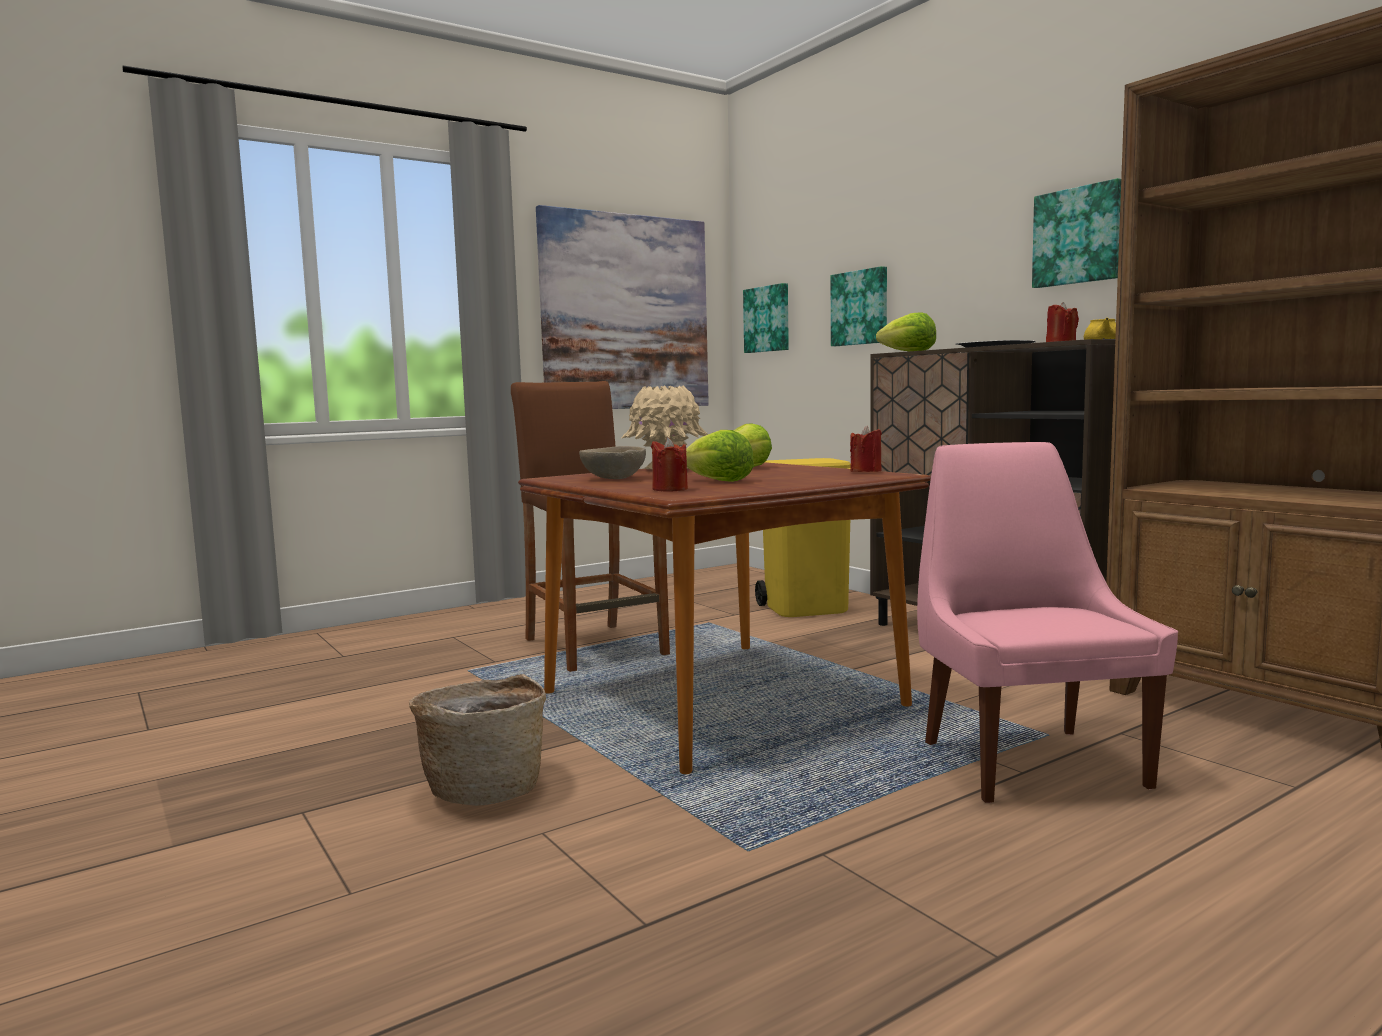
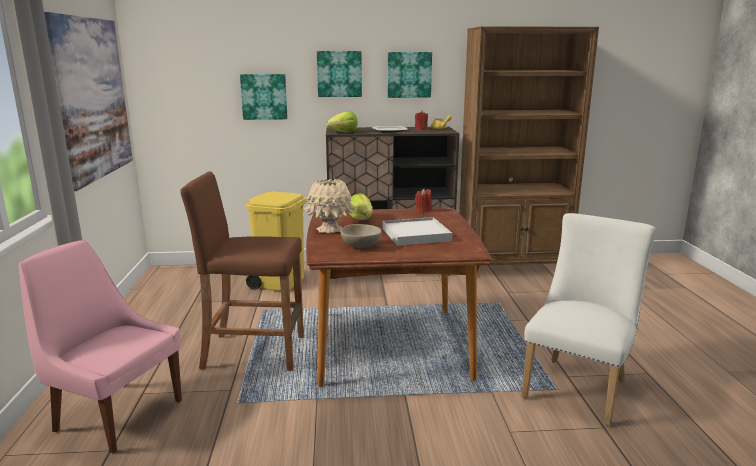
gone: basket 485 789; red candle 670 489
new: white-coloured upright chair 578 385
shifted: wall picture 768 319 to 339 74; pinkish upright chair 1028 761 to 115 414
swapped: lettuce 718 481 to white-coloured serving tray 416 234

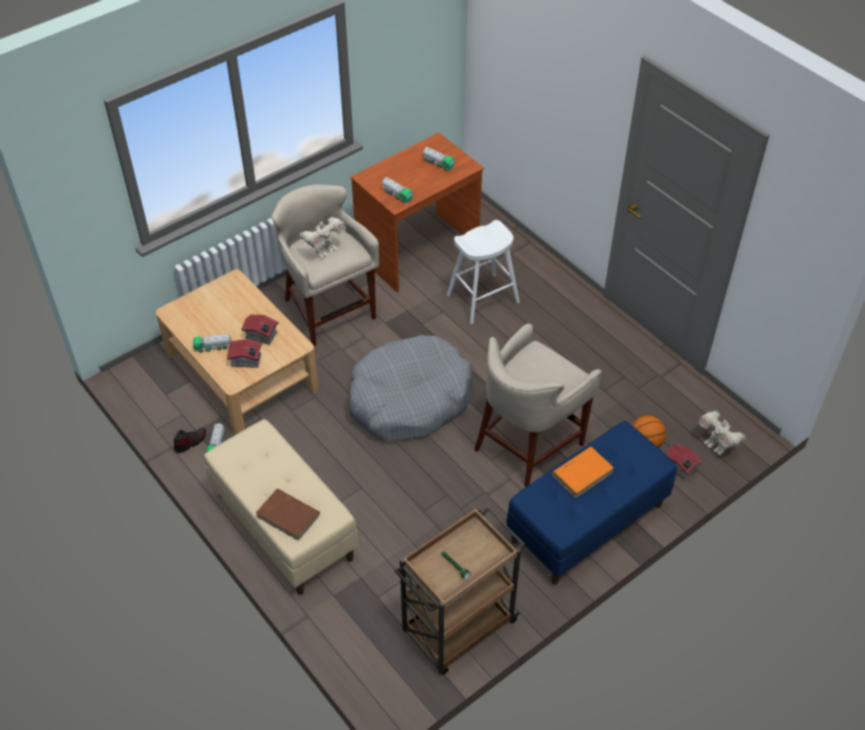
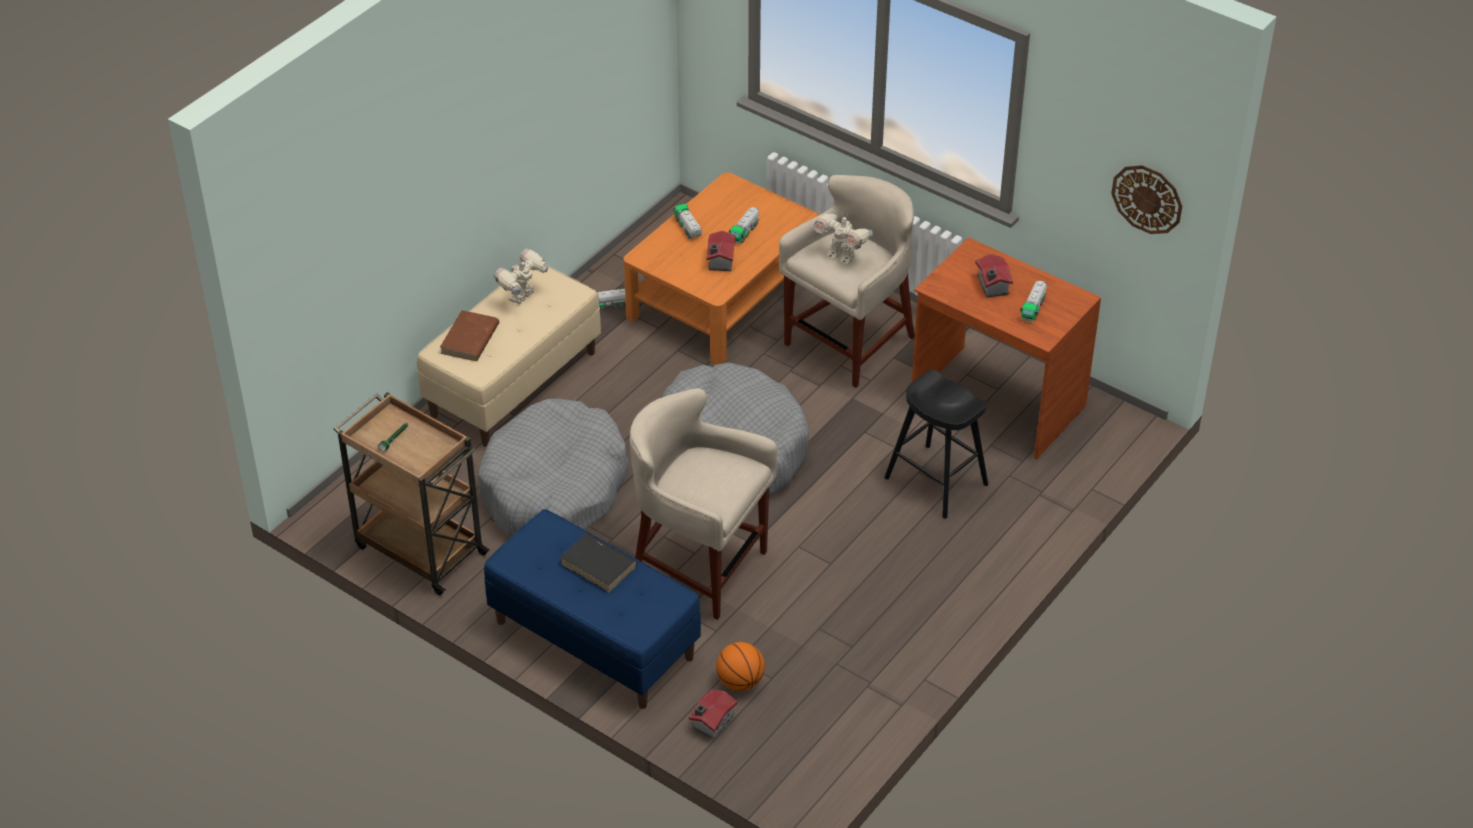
gone: item of footwear 190 442
new: grey dog cushion 554 488; clock on the wall 1147 199
shifted: miniature house 247 360 to 992 286; toy truck 397 195 to 744 232; robot figure 716 445 to 523 297
repainted: beige-coloured coffee table 242 371 to orangey coffee table 723 296; white-coloured stool seat 483 298 to black-coloured stool seat 936 481; orangey volume 583 473 to black-coloured volume 599 565

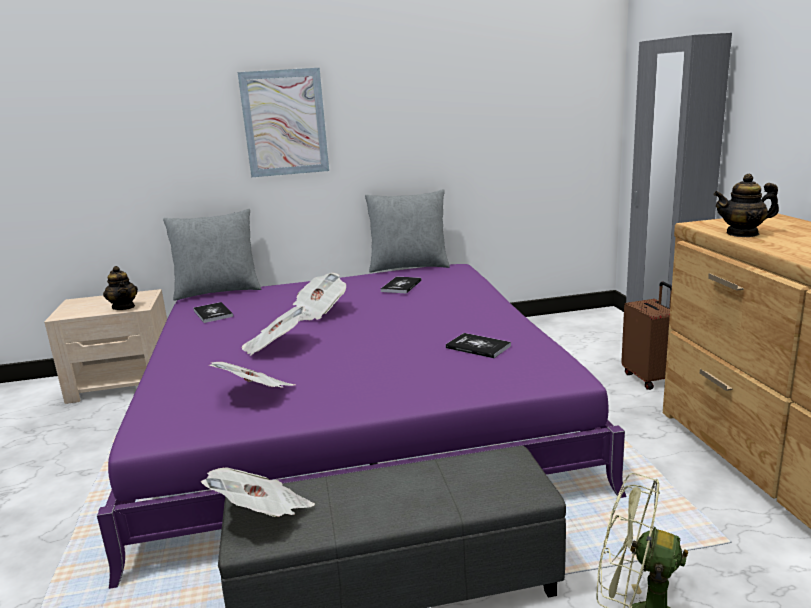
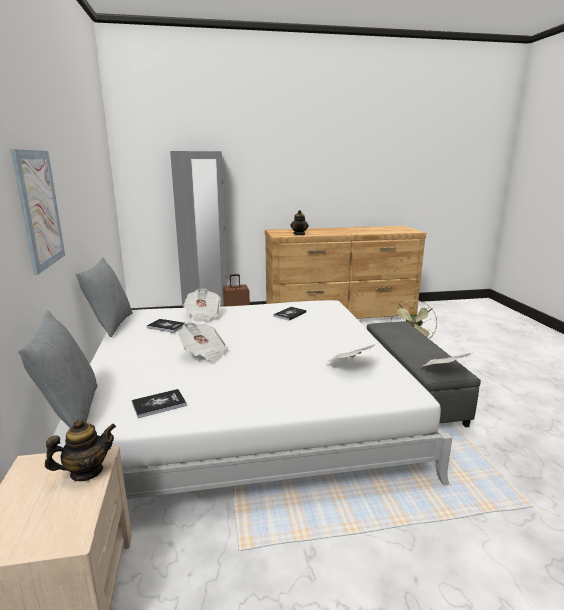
shifted: daily paper 274 347 to 202 315
repainted: purple-coloured bedroom bed 351 415 to white-coloured bedroom bed 244 407

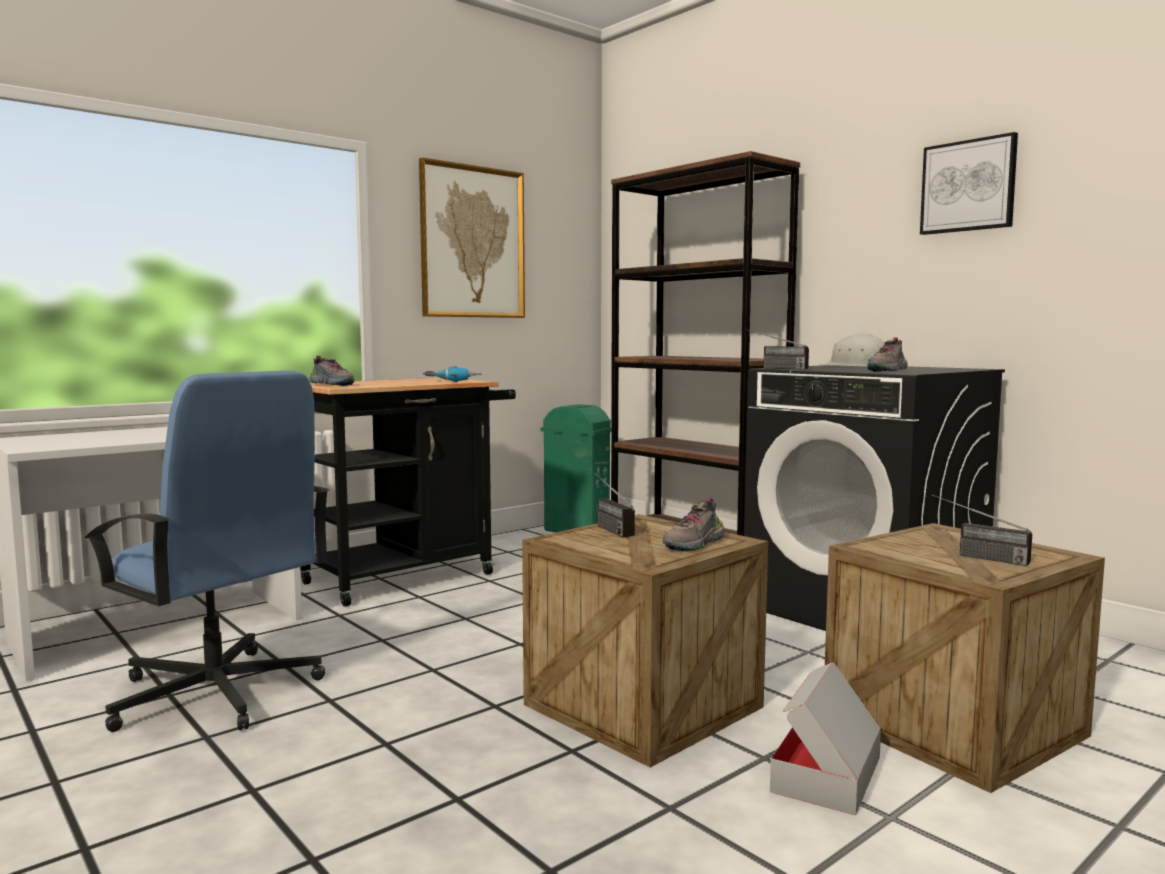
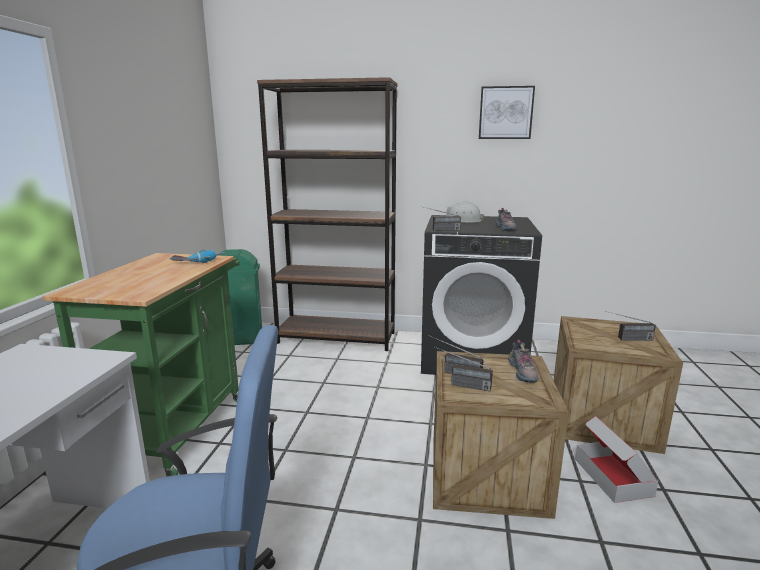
gone: item of footwear 333 384; wall picture 472 242
new: radio set 460 384
repainted: black-coloured cart 409 576 to greenish cart 179 425

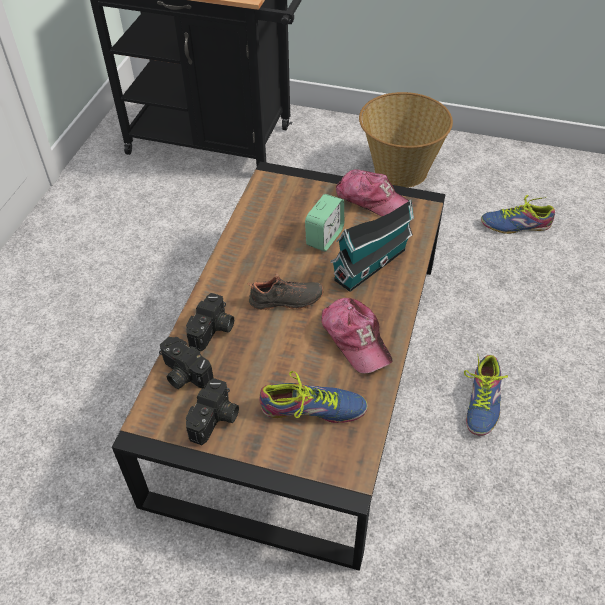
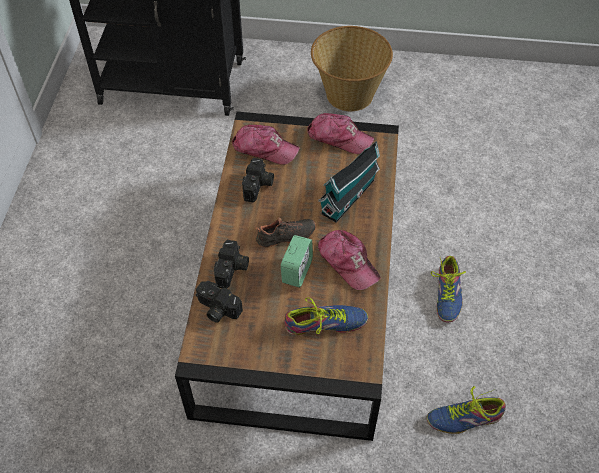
new: cap 264 148
shifted: photo camera 215 420 to 258 186; bedside clock 324 237 to 297 271; item of footwear 516 225 to 464 418

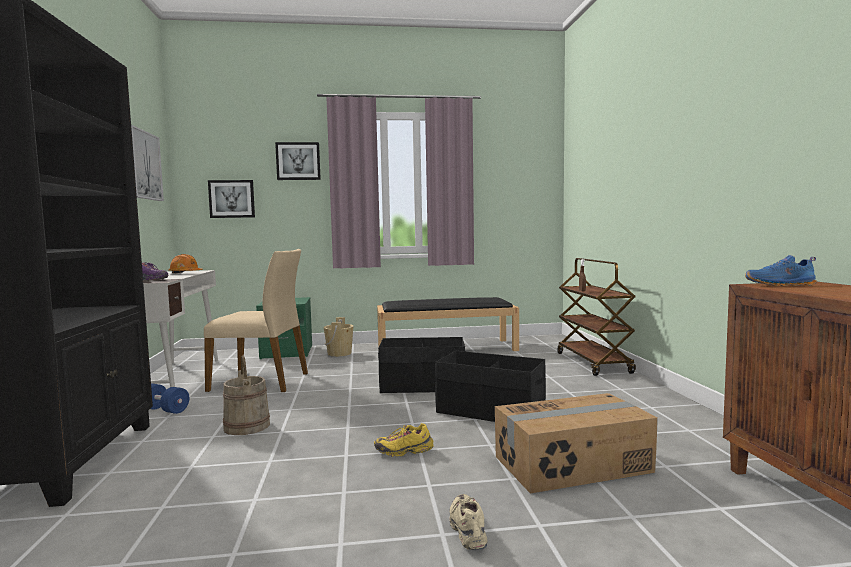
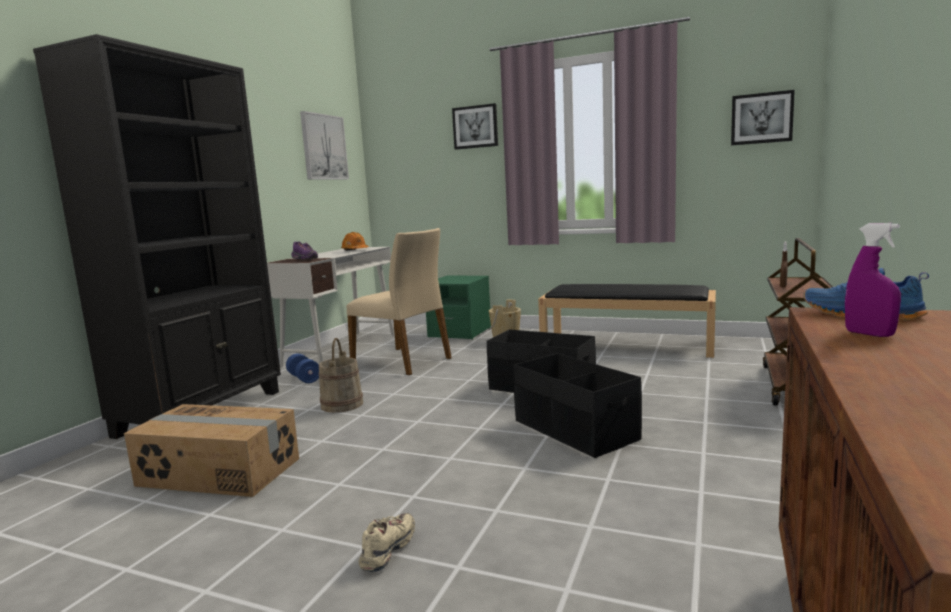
gone: yellow item of footwear 404 451
new: purple-coloured sprayer 869 334
shifted: wall picture 232 199 to 761 118; packing box 573 465 to 218 472

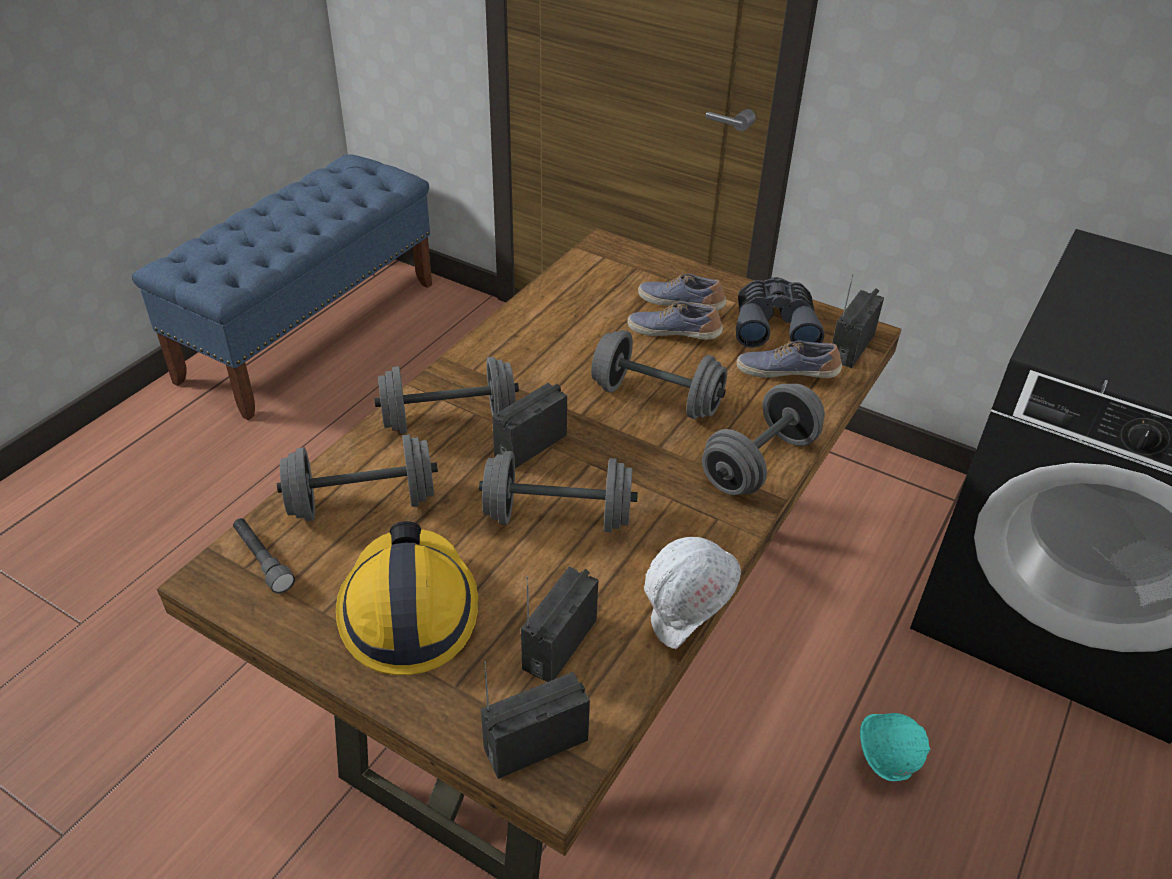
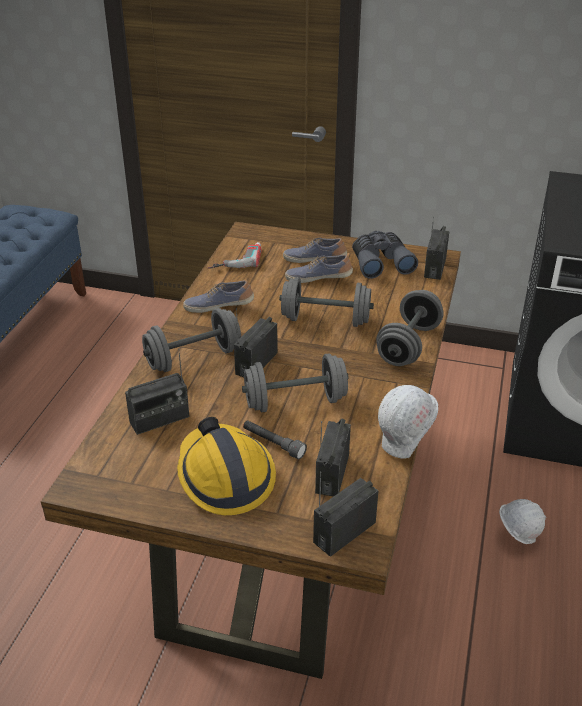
new: electric drill 236 259
shifted: grey hand torch 262 561 to 273 444; item of footwear 786 373 to 219 306
swapped: grey free weight 362 503 to radio set 159 420
repainted: blue-green safety helmet 883 764 to white-coloured safety helmet 516 538

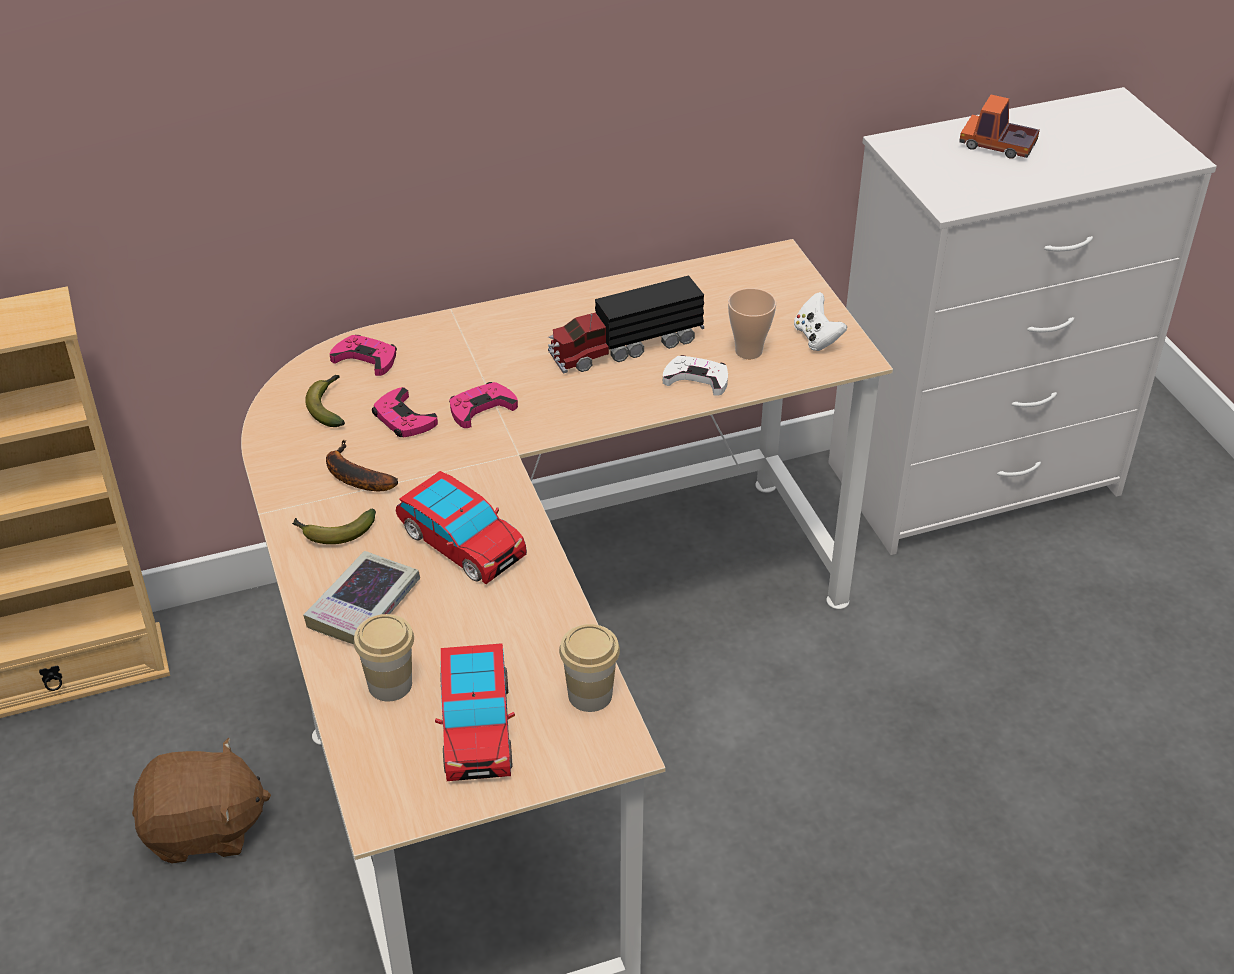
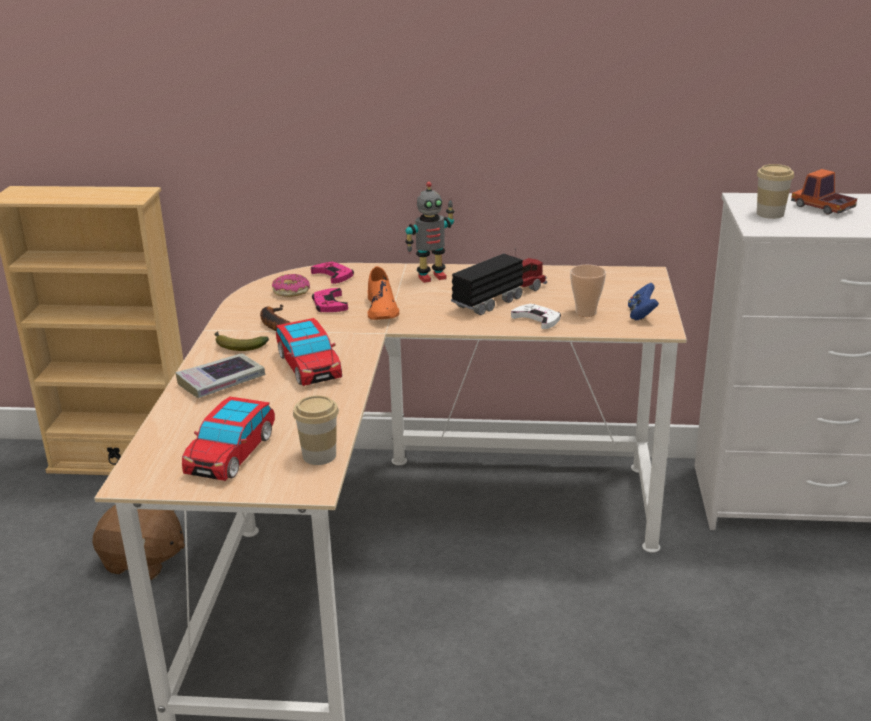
new: robot figure 431 277
shifted: drinking cup 390 684 to 770 214
swapped: whole banana 329 406 to doughnut 291 292; pinkish game controller 481 408 to orangey item of footwear 381 308
repainted: white-coloured game controller 816 338 to blue-coloured game controller 641 314
rotated: toy truck 624 346 = 501 297 135 degrees clockwise

